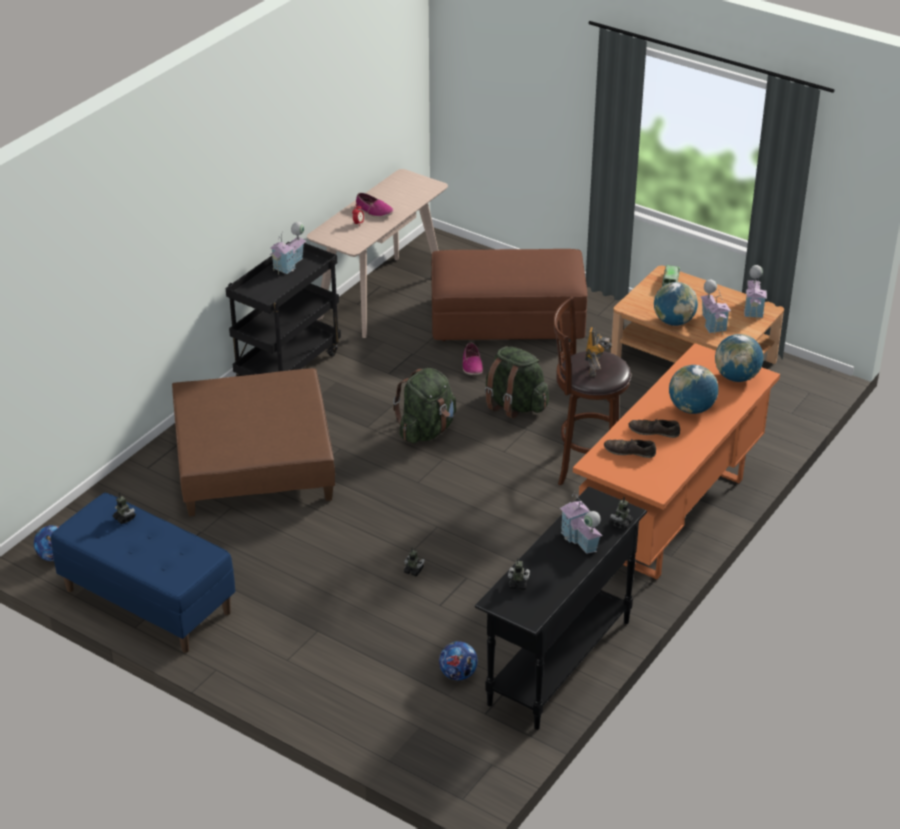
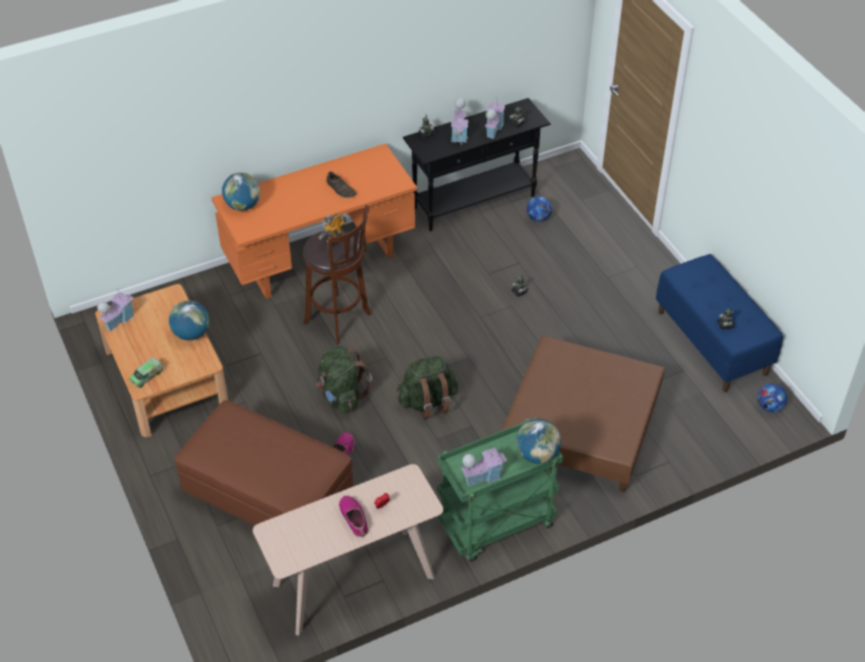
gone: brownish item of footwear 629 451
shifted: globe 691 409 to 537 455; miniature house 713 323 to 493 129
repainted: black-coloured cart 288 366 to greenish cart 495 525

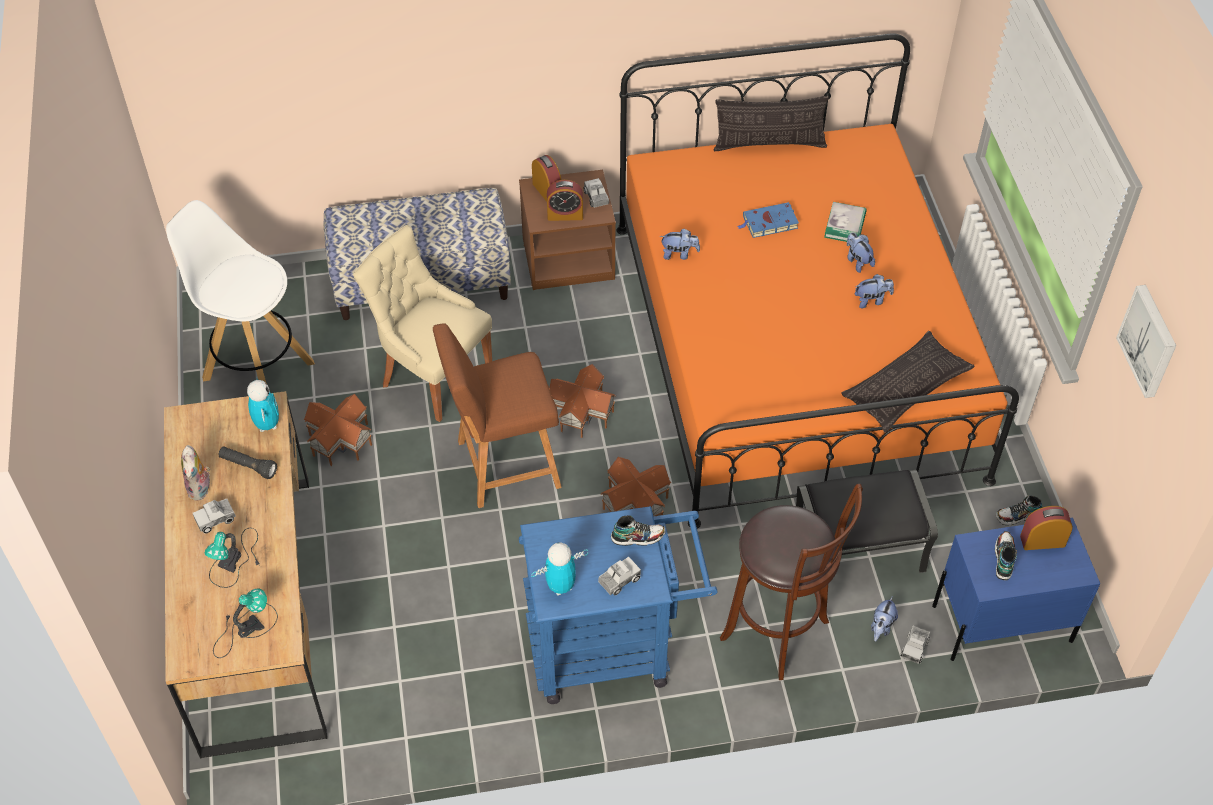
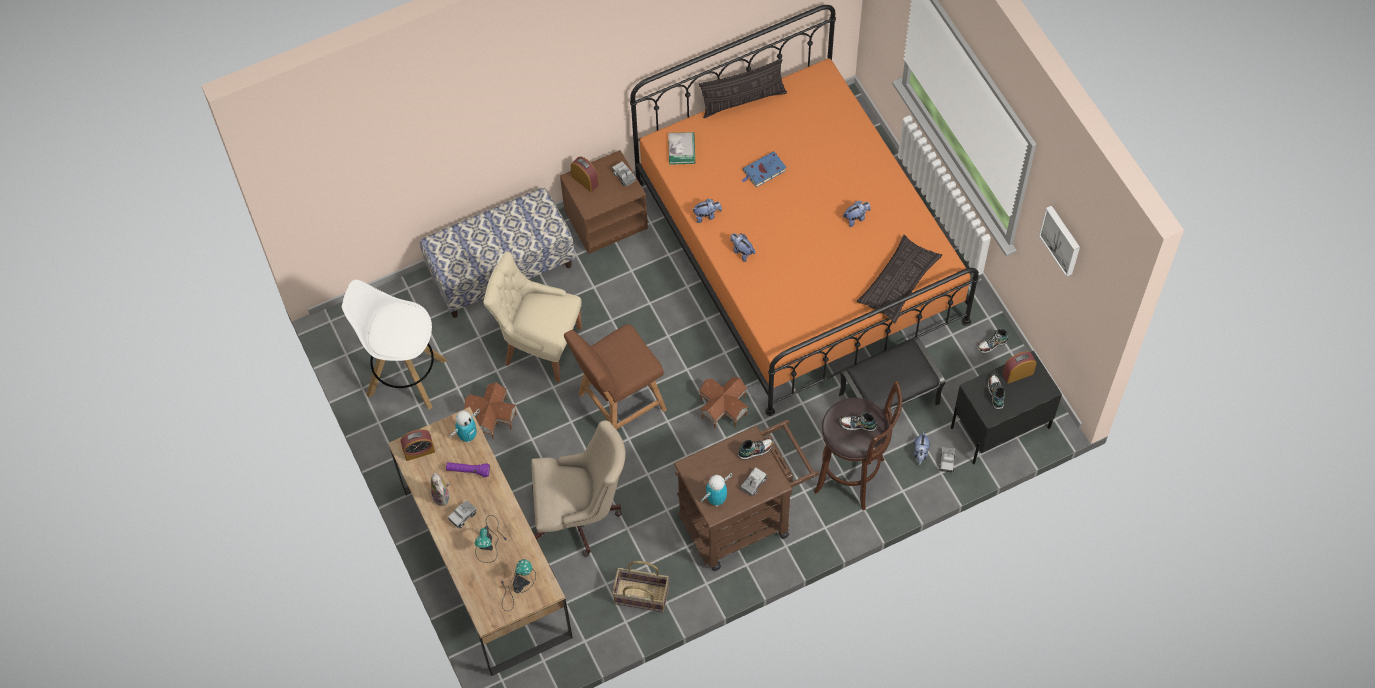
gone: miniature house 583 411
new: beige-coloured office chair 580 515; basket 641 596; item of footwear 858 425
shifted: bedside clock 565 214 to 419 451; volume 845 224 to 681 149; soft toy 857 261 to 741 251
repainted: black-coloured hand torch 248 466 to purple-coloured hand torch 468 471; blue-coloured cart 612 648 to brownish cart 743 519; blue-coloured bedside table 1001 623 to black-coloured bedside table 999 427
rotated: robot figure 267 424 = 468 436 75 degrees clockwise

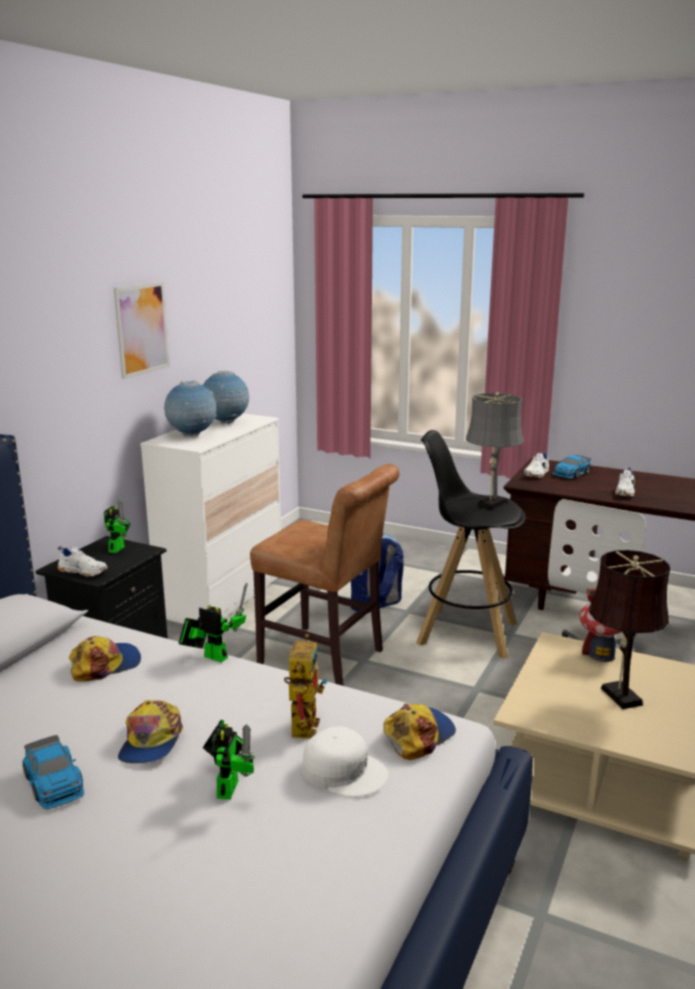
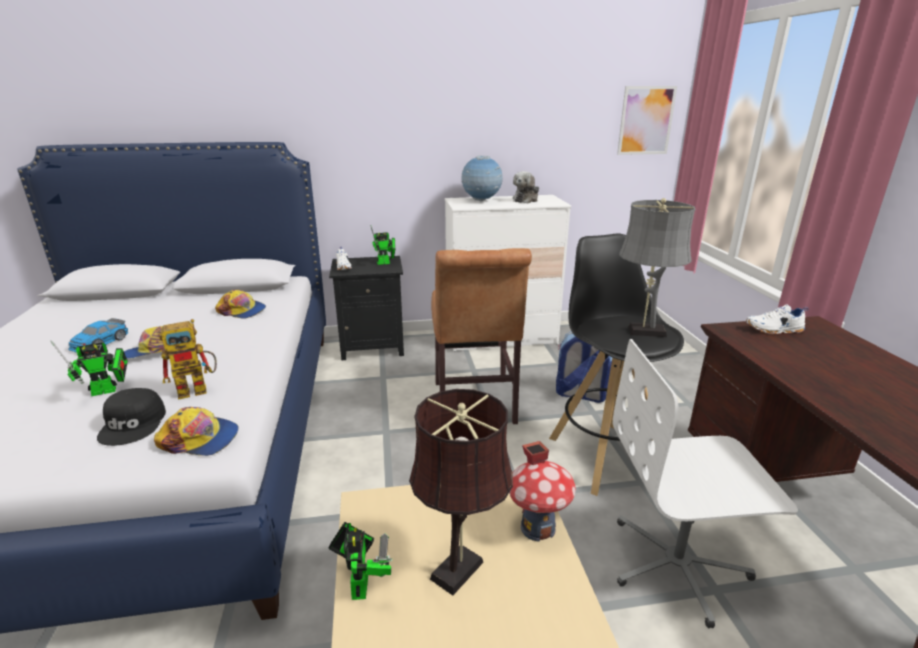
gone: miniature car 571 473; white-coloured item of footwear 625 492
shifted: wall picture 142 329 to 646 120; robot figure 212 656 to 360 582
swapped: globe 226 423 to soft toy 526 200
repainted: white-coloured cap 344 770 to black-coloured cap 134 424

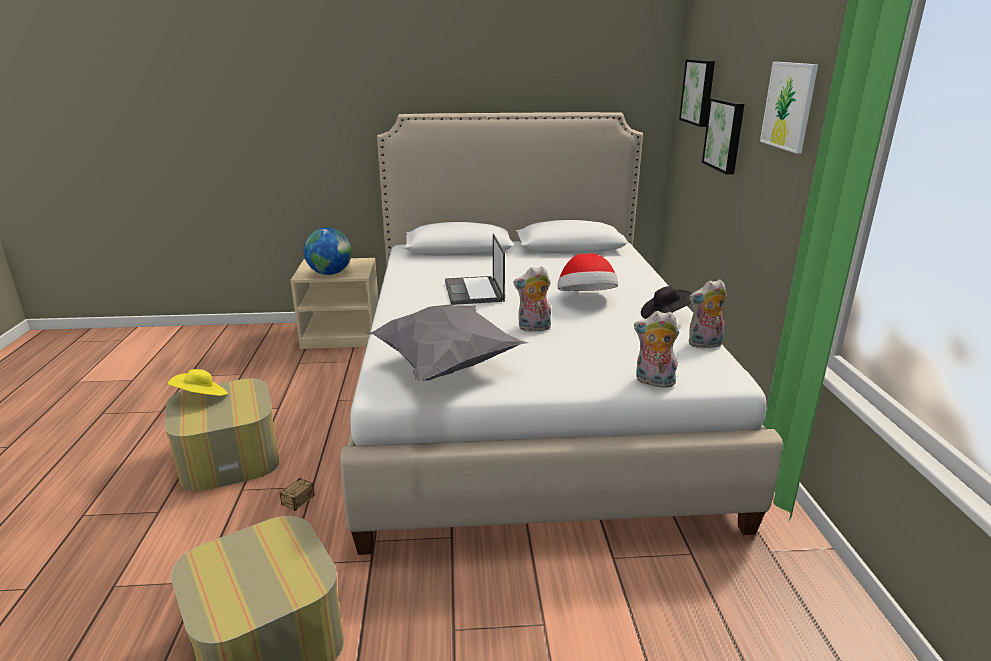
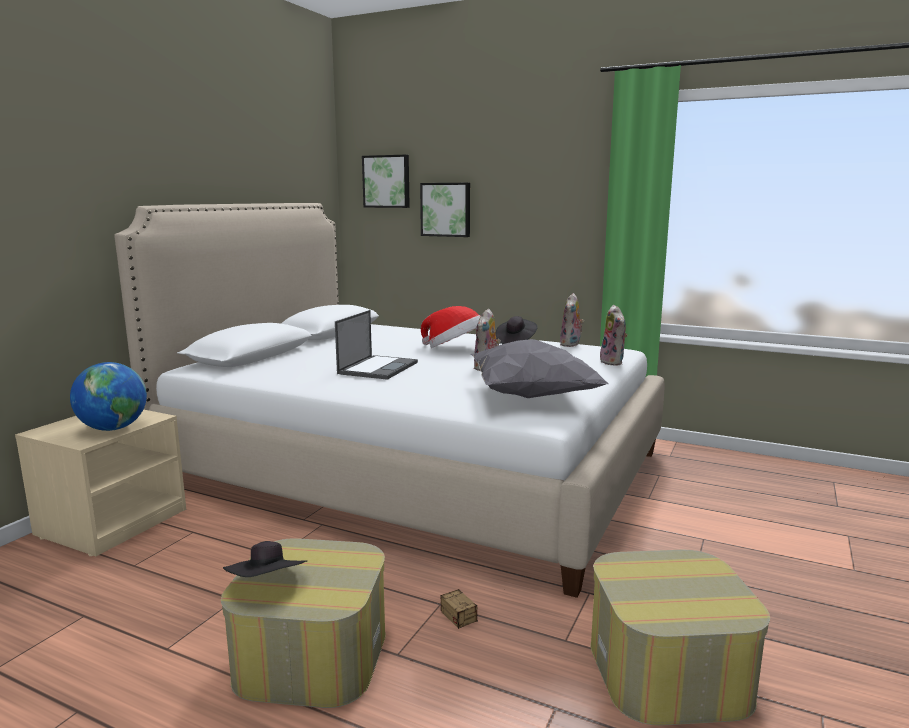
gone: wall picture 789 106
repainted: yellow hat 201 397 to black-coloured hat 268 585
rotated: portable computer 474 291 = 378 368 90 degrees counterclockwise; soft toy 653 382 = 613 362 60 degrees counterclockwise

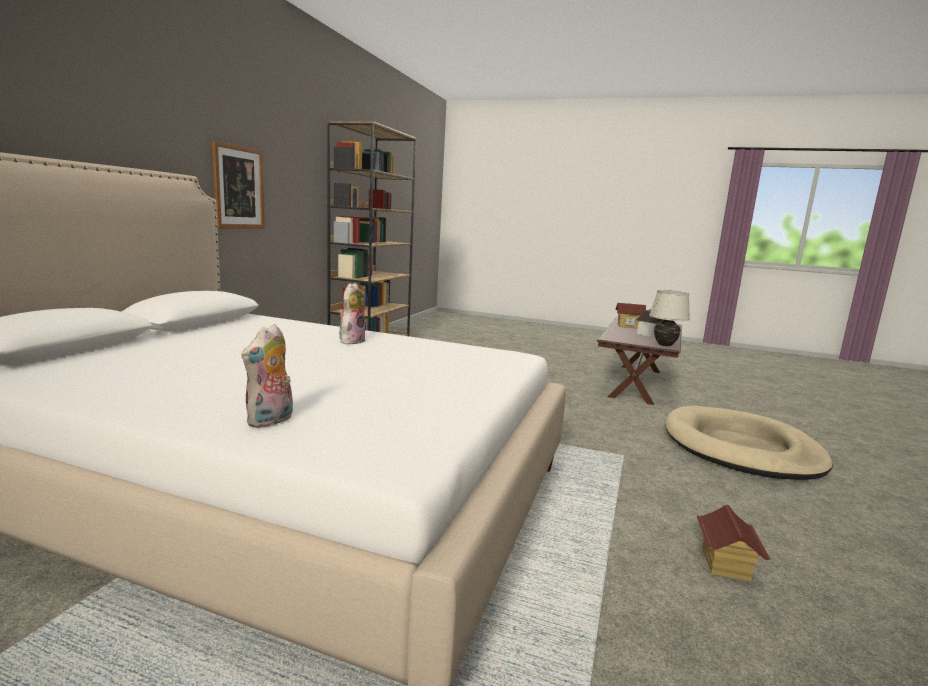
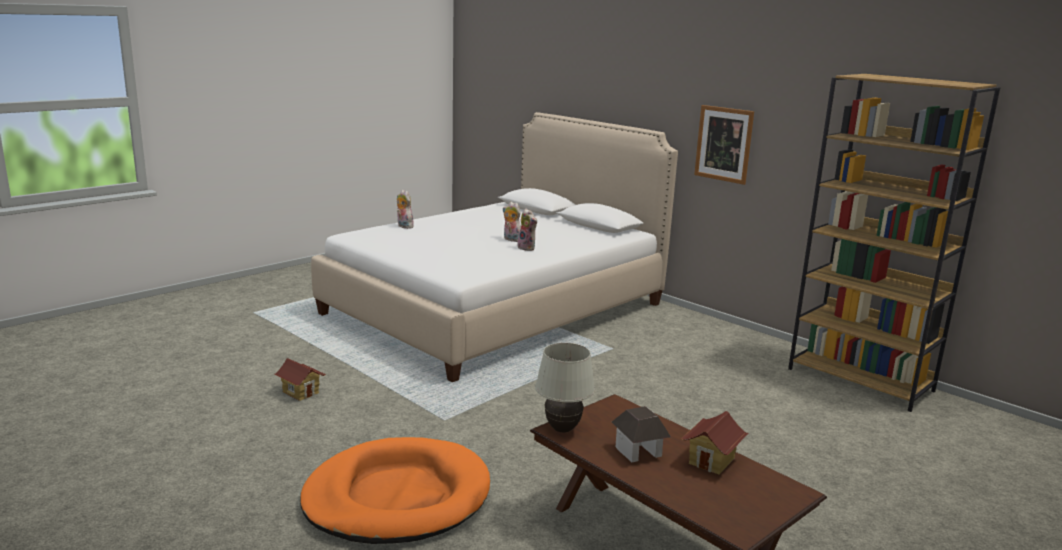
new: soft toy 511 240
repainted: beige-coloured dog cushion 741 449 to orangey dog cushion 397 497

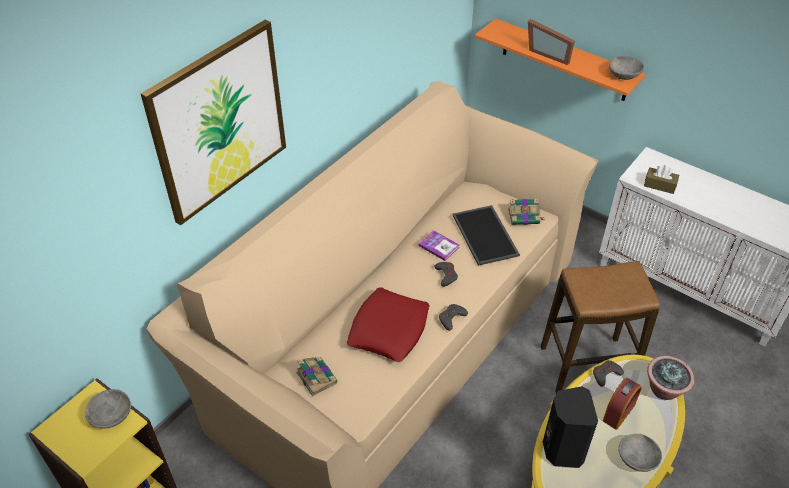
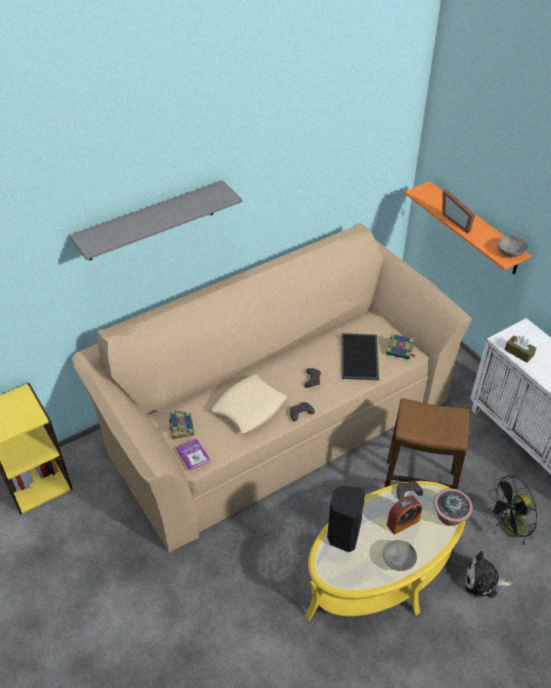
gone: grey serving bowl 111 417
new: soft toy 484 581; black-coloured cooling fan 508 529
shifted: volume 439 246 to 193 455
swapped: wall picture 219 122 to grey shelf 151 221
repainted: red pillow 389 329 to beige-coloured pillow 249 407

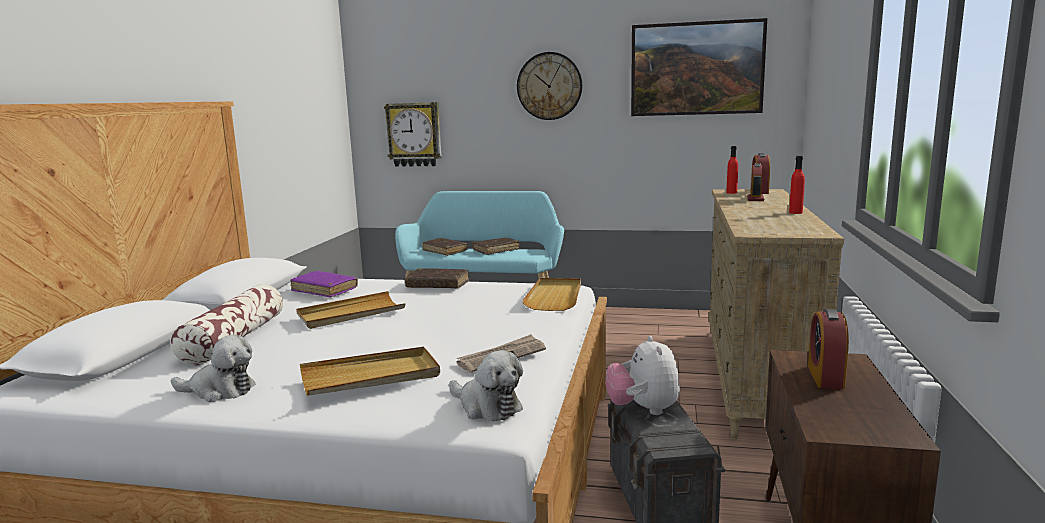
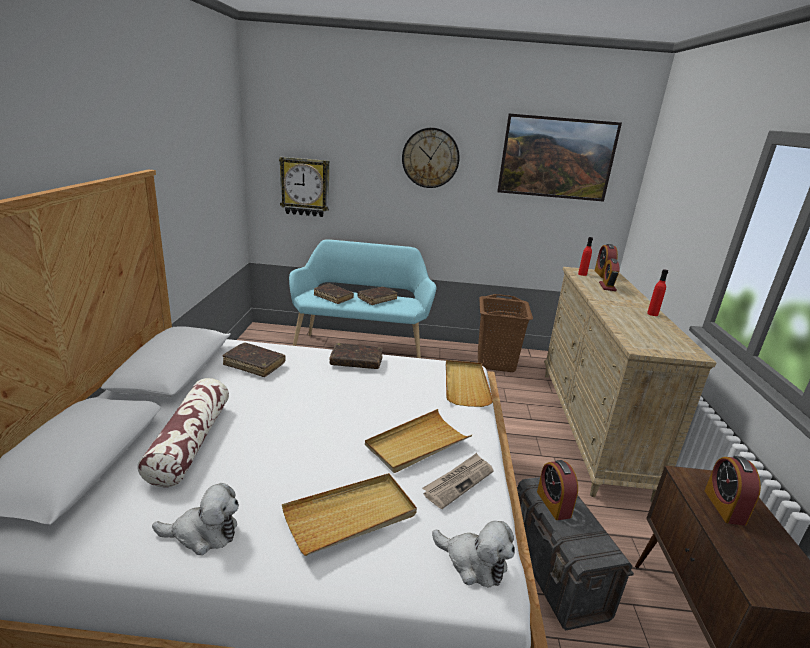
new: brownish hamper 496 362
shifted: beige-coloured serving tray 350 314 to 417 443
swapped: soft toy 643 409 to bedside clock 553 504
repainted: purple-coloured volume 324 290 to brownish volume 254 364

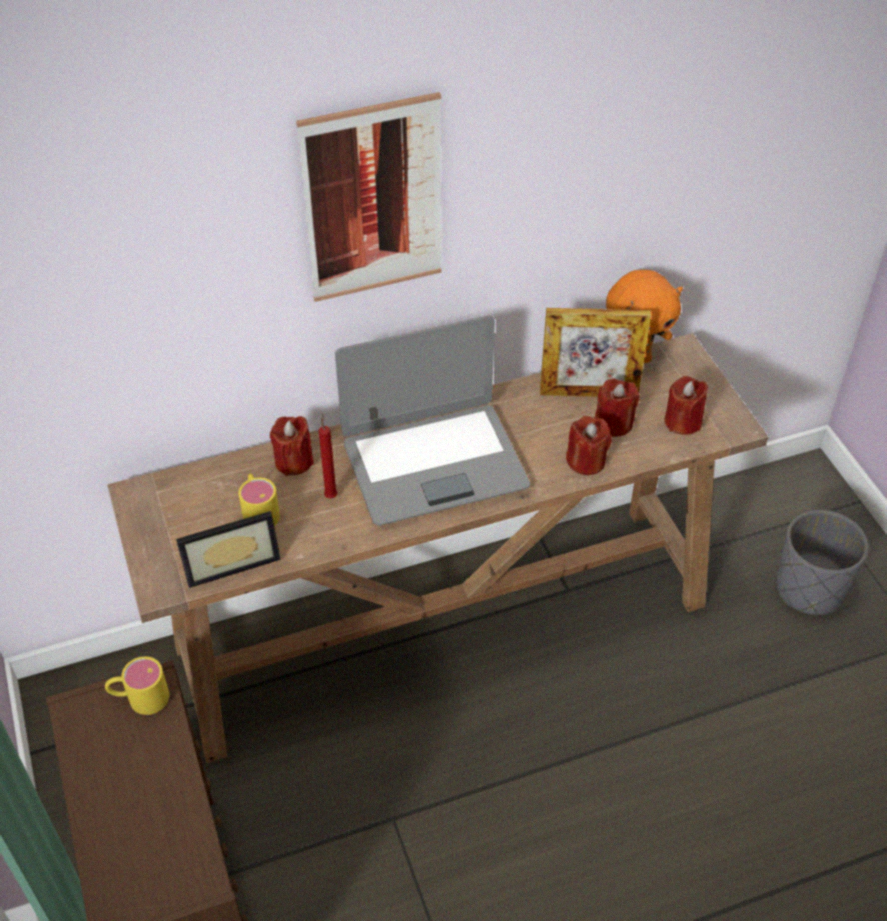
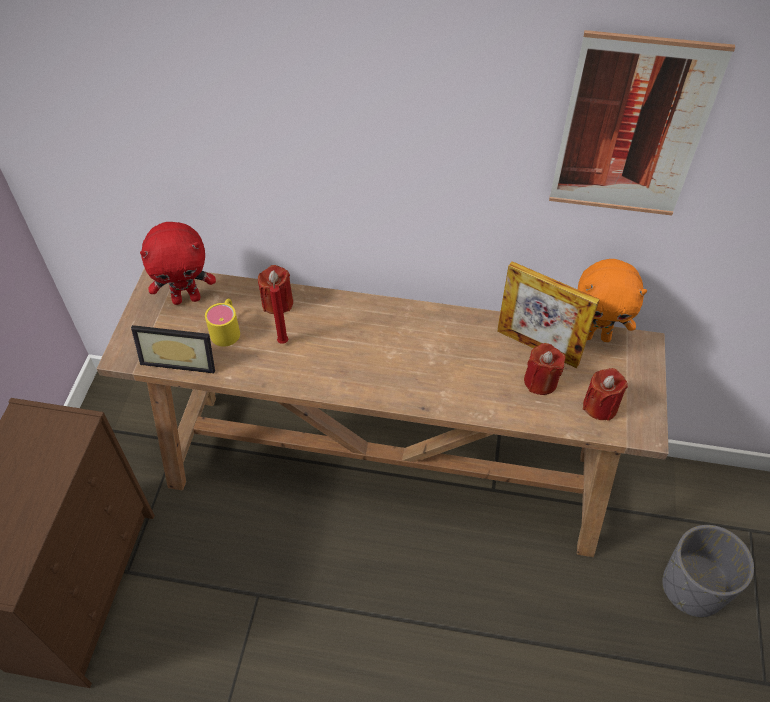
gone: yellow coffee mug 139 698; portable computer 434 463; red candle 586 461
new: red soft toy 187 298
shifted: wall picture 373 200 to 632 129

